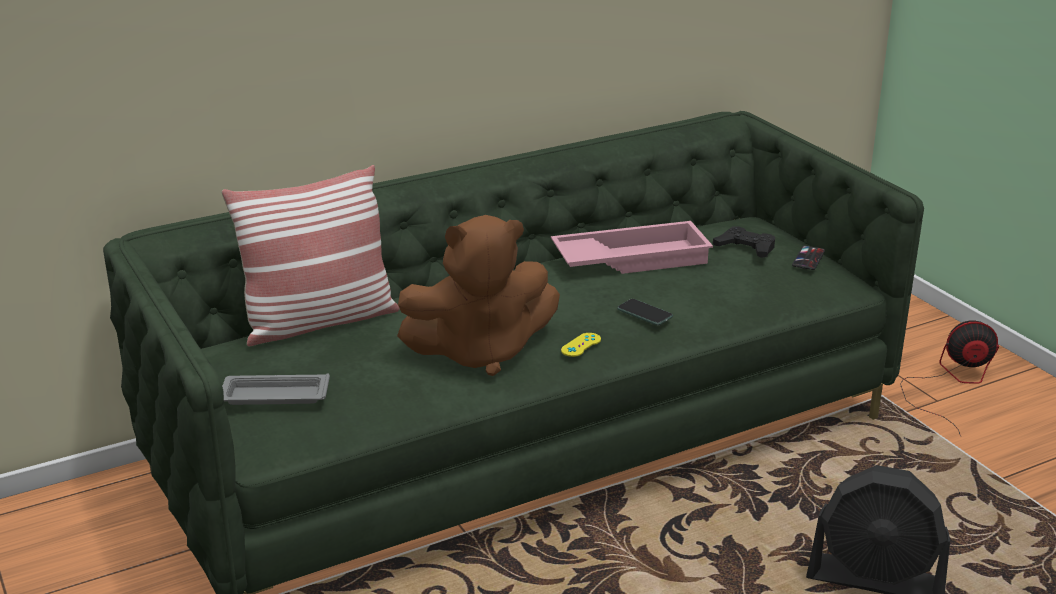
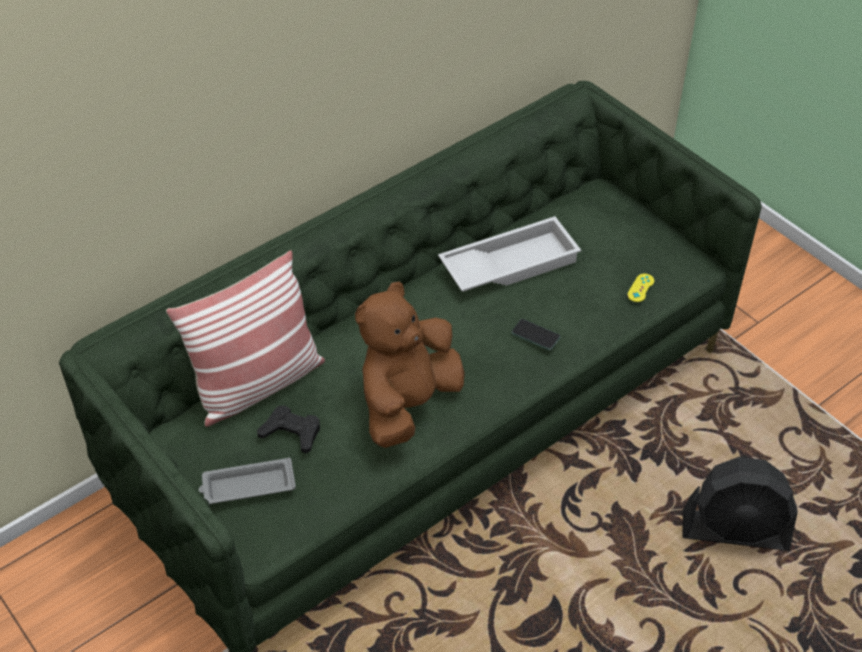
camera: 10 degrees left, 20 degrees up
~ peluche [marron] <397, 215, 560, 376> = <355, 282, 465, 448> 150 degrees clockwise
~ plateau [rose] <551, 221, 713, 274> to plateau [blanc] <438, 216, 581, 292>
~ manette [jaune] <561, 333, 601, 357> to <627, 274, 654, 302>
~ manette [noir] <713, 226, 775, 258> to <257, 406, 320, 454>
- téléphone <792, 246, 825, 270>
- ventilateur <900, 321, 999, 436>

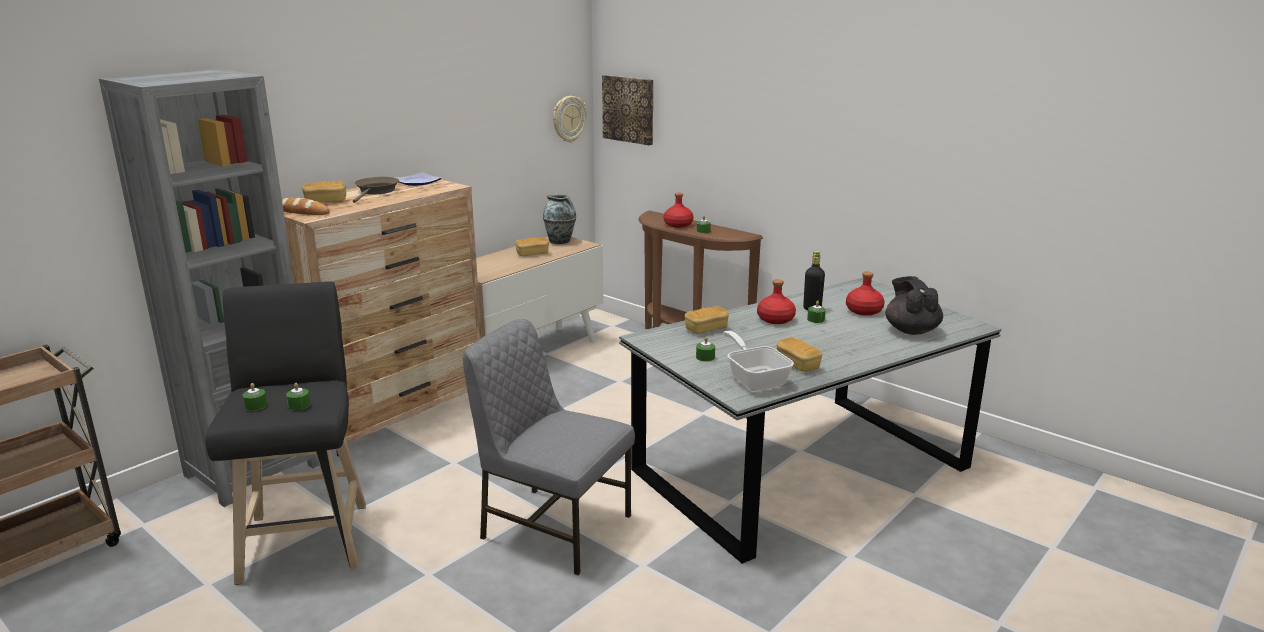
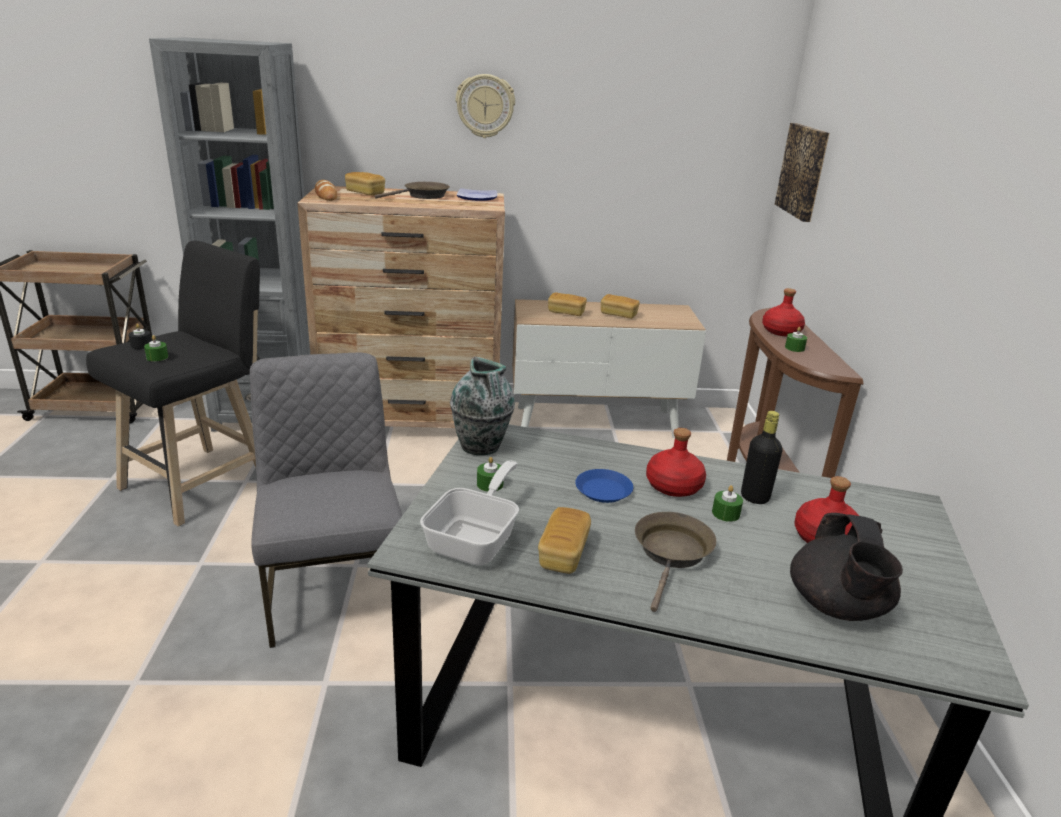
camera: 45 degrees right, 5 degrees up
~ bougie [vert] <242, 383, 267, 411> to bougie [noir] <128, 324, 151, 349>
~ vase <543, 194, 576, 244> to <450, 356, 515, 455>
~ horloge murale <553, 96, 587, 143> to <456, 74, 515, 138>
~ pain <685, 306, 729, 334> to <548, 292, 587, 316>
~ théière [noir] <885, 276, 943, 335> = <790, 513, 903, 621> 150 degrees clockwise
+ assiette [bleu] <575, 469, 633, 503>
+ poêle [marron] <635, 512, 716, 612>

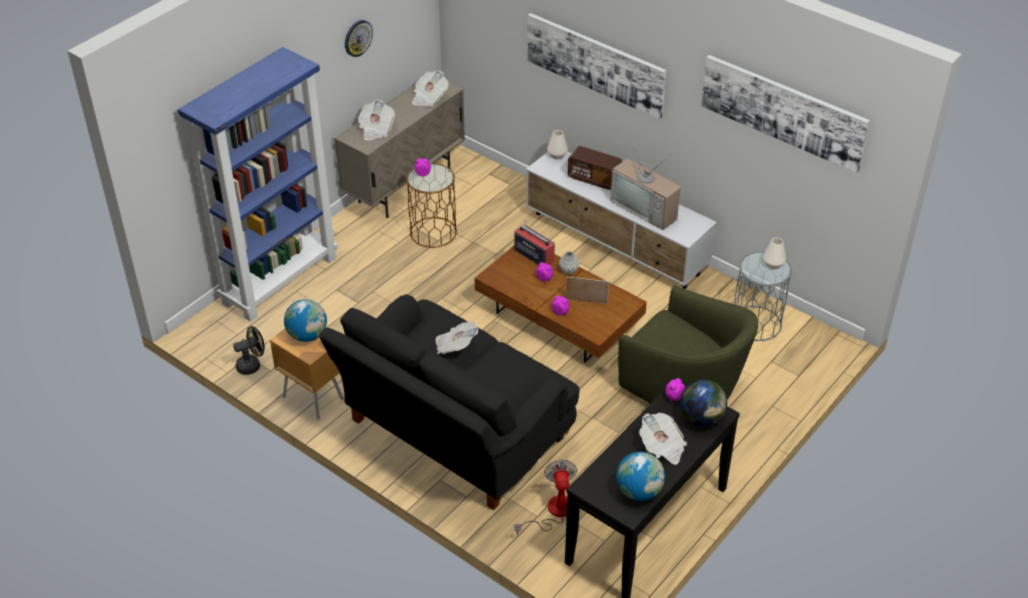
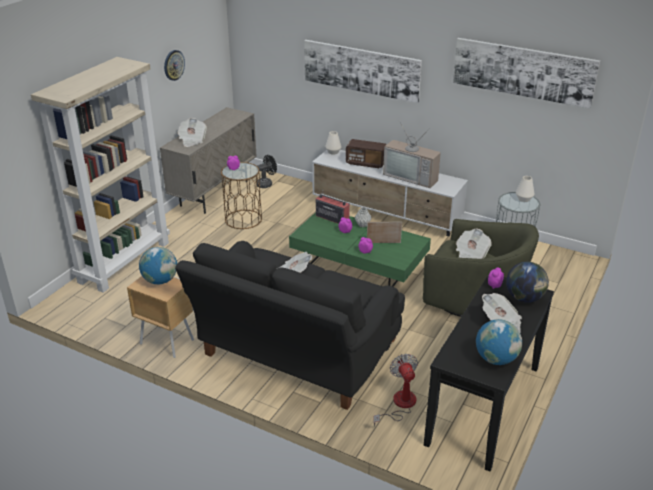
camera: 10 degrees left, 10 degrees down
~ bibliothèque [bleu] <178, 47, 338, 322> to bibliothèque [beige] <31, 57, 170, 293>
~ ventilateur [noir] <233, 326, 265, 375> to <257, 155, 277, 188>
~ journal <412, 70, 449, 107> to <456, 229, 492, 259>
~ table basse [marron] <475, 245, 647, 362> to table basse [vert] <289, 212, 431, 287>

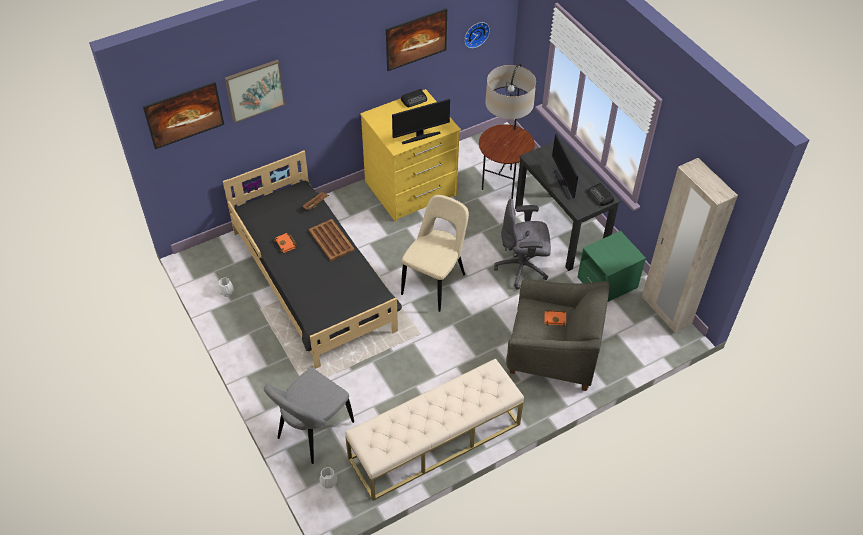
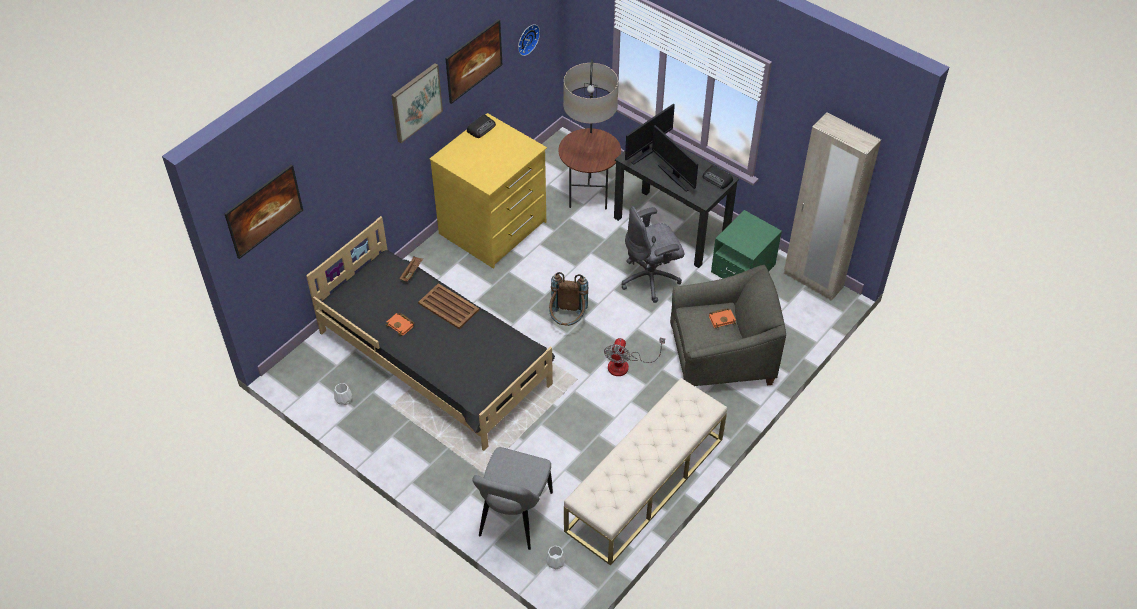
camera: 20 degrees left, 0 degrees up
~ tableau <225, 60, 285, 123> to <391, 63, 443, 143>
~ écran d'ordinateur <392, 99, 450, 144> to <625, 104, 675, 165>
~ chaise [beige] <401, 195, 469, 312> to sac à dos [marron] <549, 272, 588, 326>
+ ventilateur <604, 338, 665, 376>

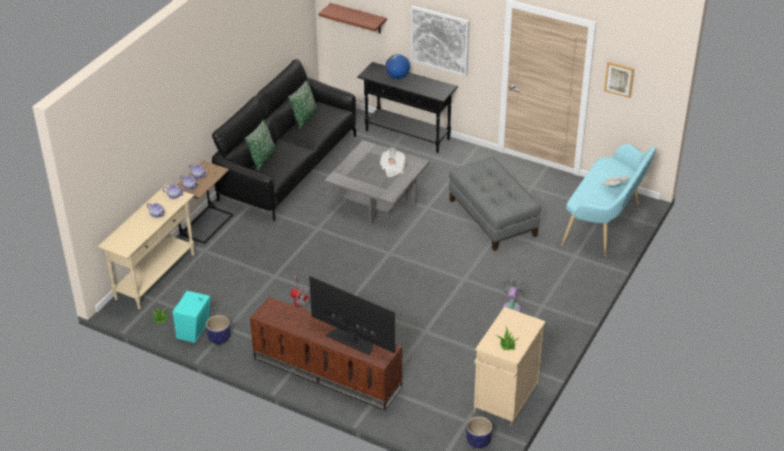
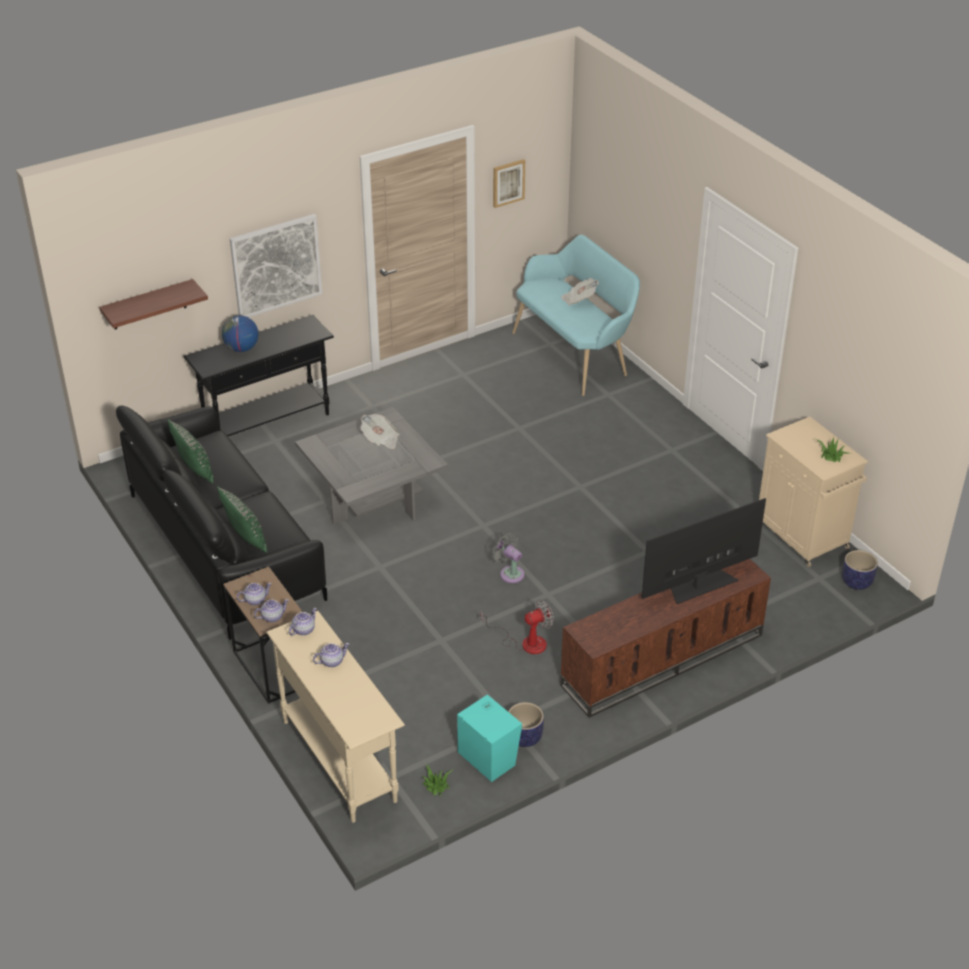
camera: 60 degrees left, 0 degrees up
- pouf [gris] <449, 157, 540, 251>
~ ventilateur [gris] <503, 278, 526, 312> to <492, 533, 525, 583>

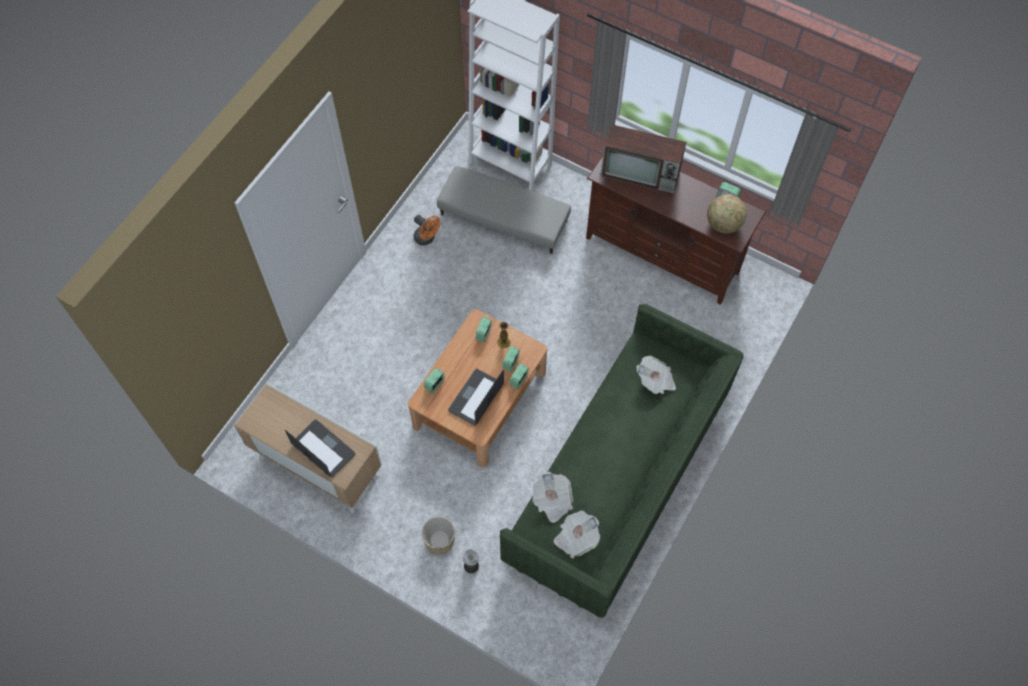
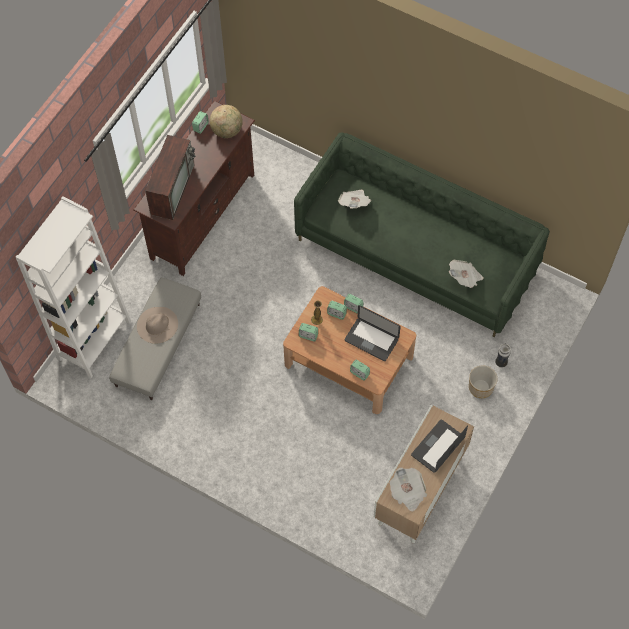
camera: 90 degrees left, 0 degrees up
- ventilateur [orange] <414, 215, 441, 245>
~ journal <554, 511, 600, 559> to <390, 467, 427, 512>
+ chapeau [beige] <137, 307, 178, 344>

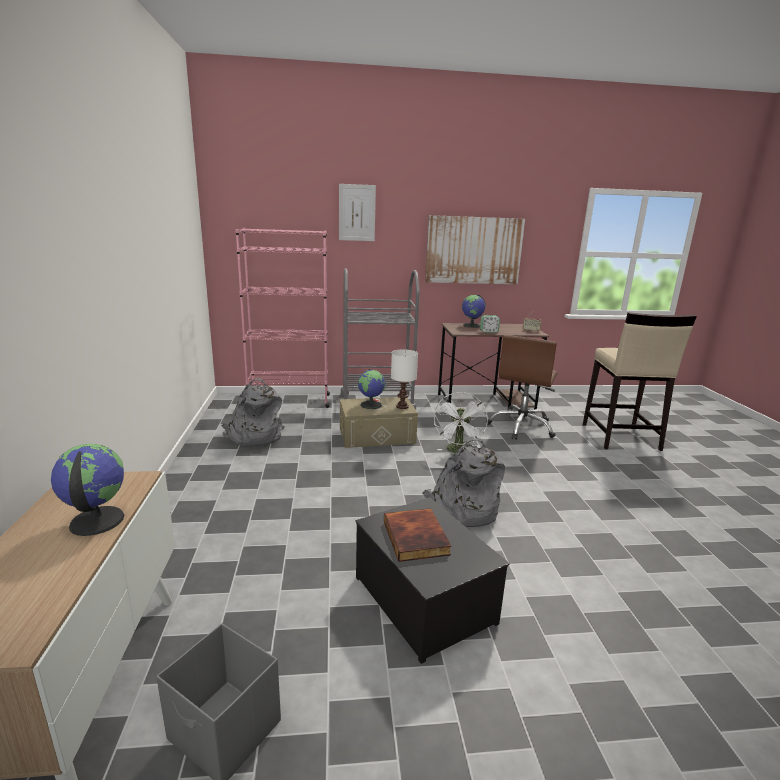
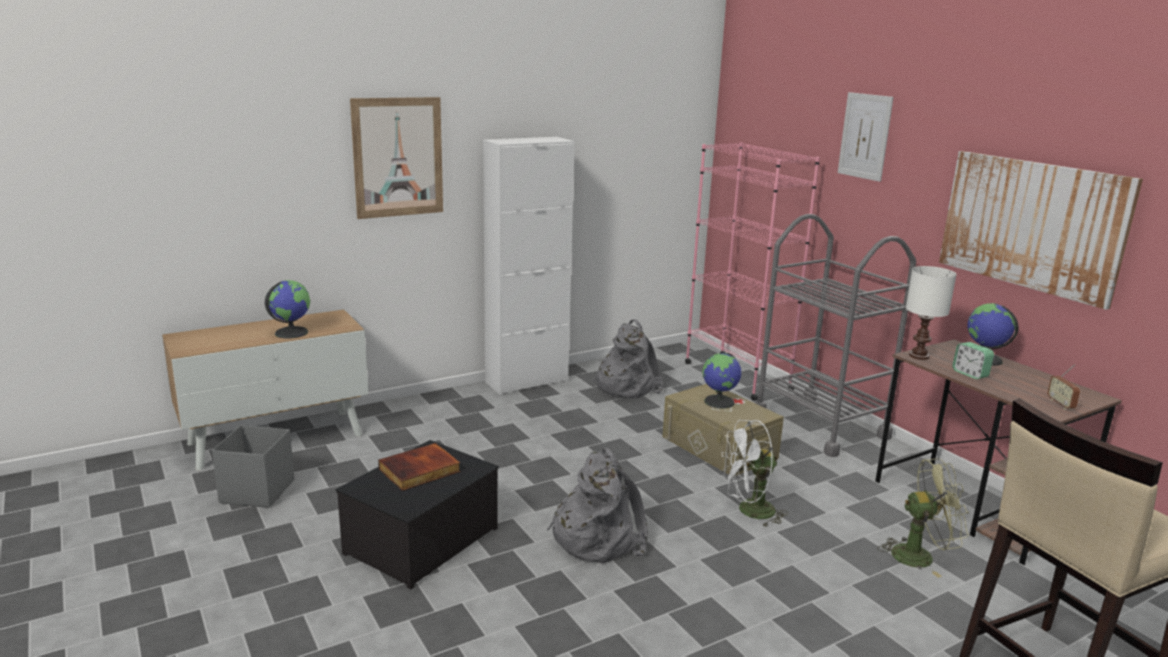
camera: 65 degrees right, 0 degrees up
~ lampe de table [blanc] <391, 349, 418, 409> to <906, 266, 957, 360>
~ chaise de bureau [marron] <486, 335, 557, 440> to ventilateur [vert] <877, 458, 969, 578>
+ tableau <350, 97, 443, 219>
+ meuble de rangement [blanc] <483, 137, 575, 395>

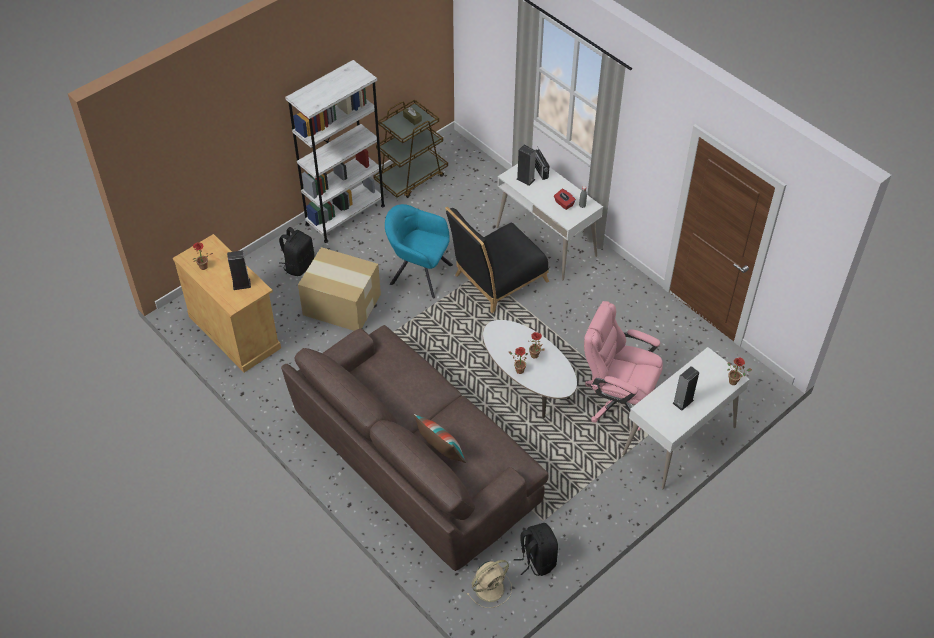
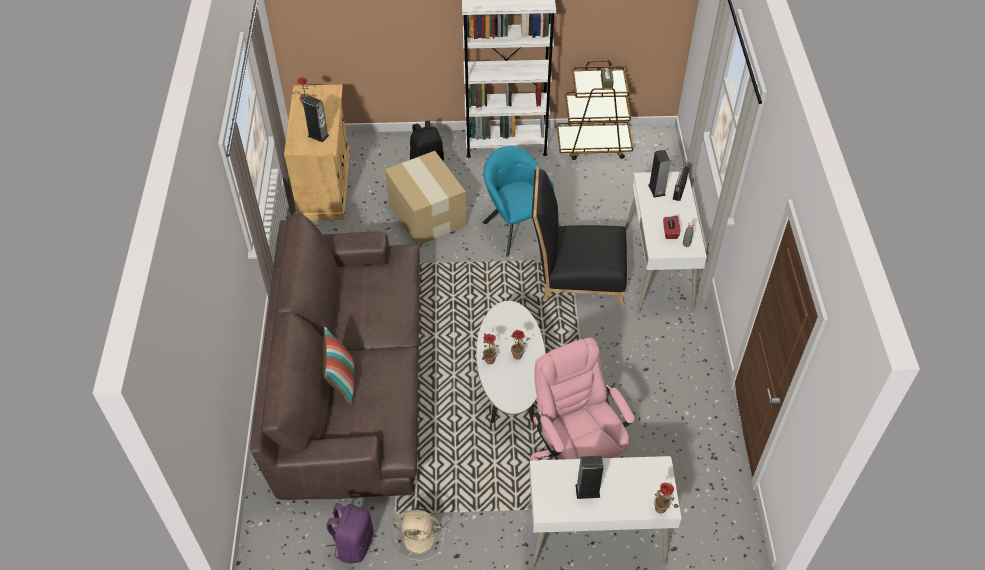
camera: 40 degrees right, 0 degrees up
~ ventilateur [beige] <467, 560, 512, 608> to <393, 508, 444, 561>
~ sac à dos [noir] <514, 523, 558, 576> to sac à dos [violet] <326, 503, 374, 564>

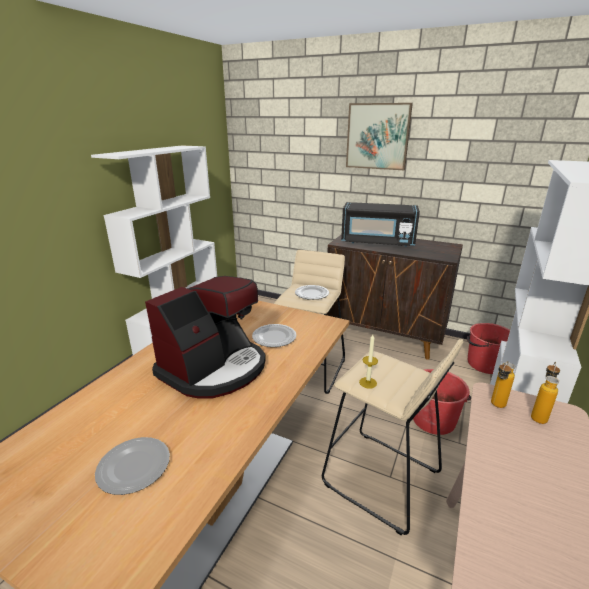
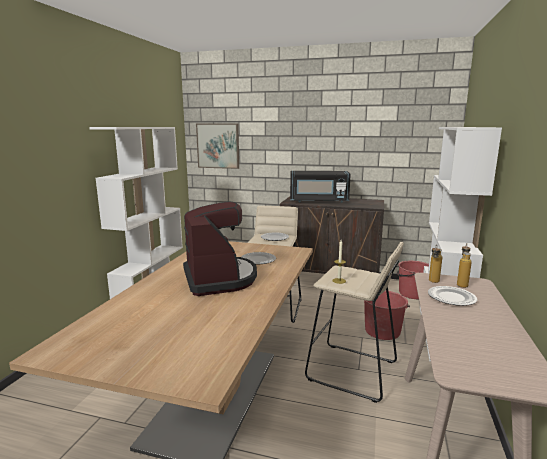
camera: 10 degrees left, 10 degrees down
~ assiette <95, 437, 170, 495> to <428, 286, 477, 306>
~ machine à café <145, 276, 266, 399> = <183, 202, 257, 296> 45 degrees counterclockwise
~ tableau <346, 103, 413, 170> to <196, 123, 239, 169>

